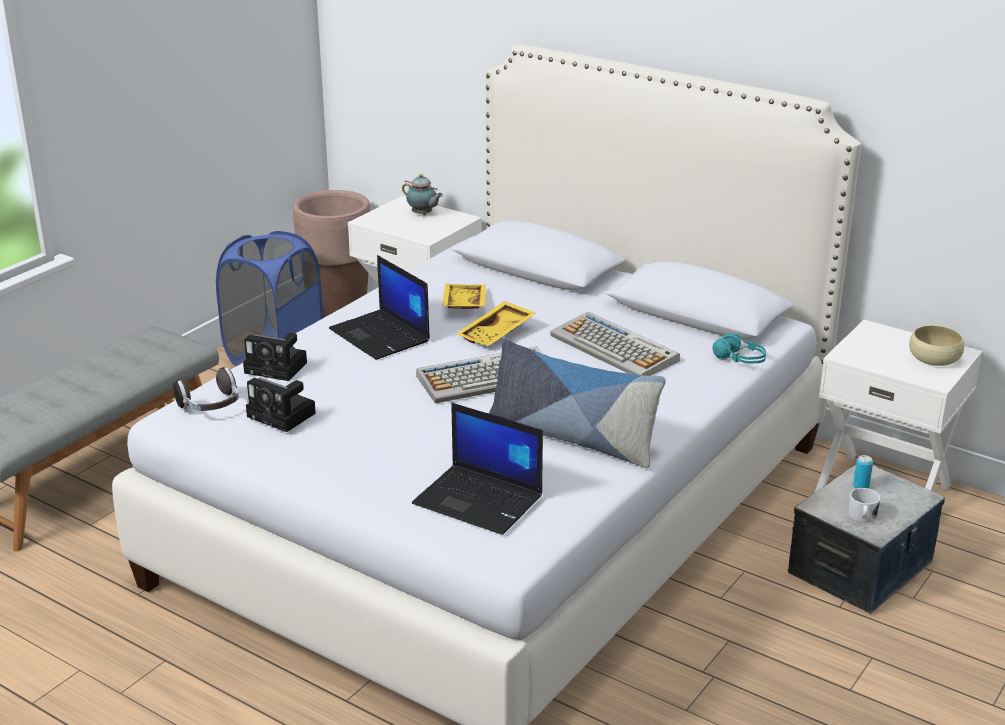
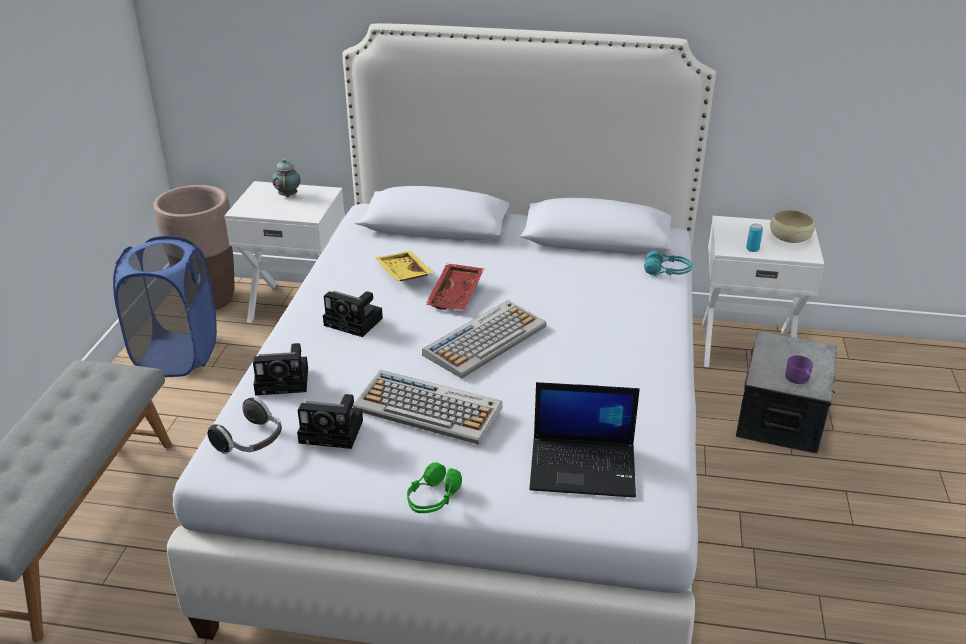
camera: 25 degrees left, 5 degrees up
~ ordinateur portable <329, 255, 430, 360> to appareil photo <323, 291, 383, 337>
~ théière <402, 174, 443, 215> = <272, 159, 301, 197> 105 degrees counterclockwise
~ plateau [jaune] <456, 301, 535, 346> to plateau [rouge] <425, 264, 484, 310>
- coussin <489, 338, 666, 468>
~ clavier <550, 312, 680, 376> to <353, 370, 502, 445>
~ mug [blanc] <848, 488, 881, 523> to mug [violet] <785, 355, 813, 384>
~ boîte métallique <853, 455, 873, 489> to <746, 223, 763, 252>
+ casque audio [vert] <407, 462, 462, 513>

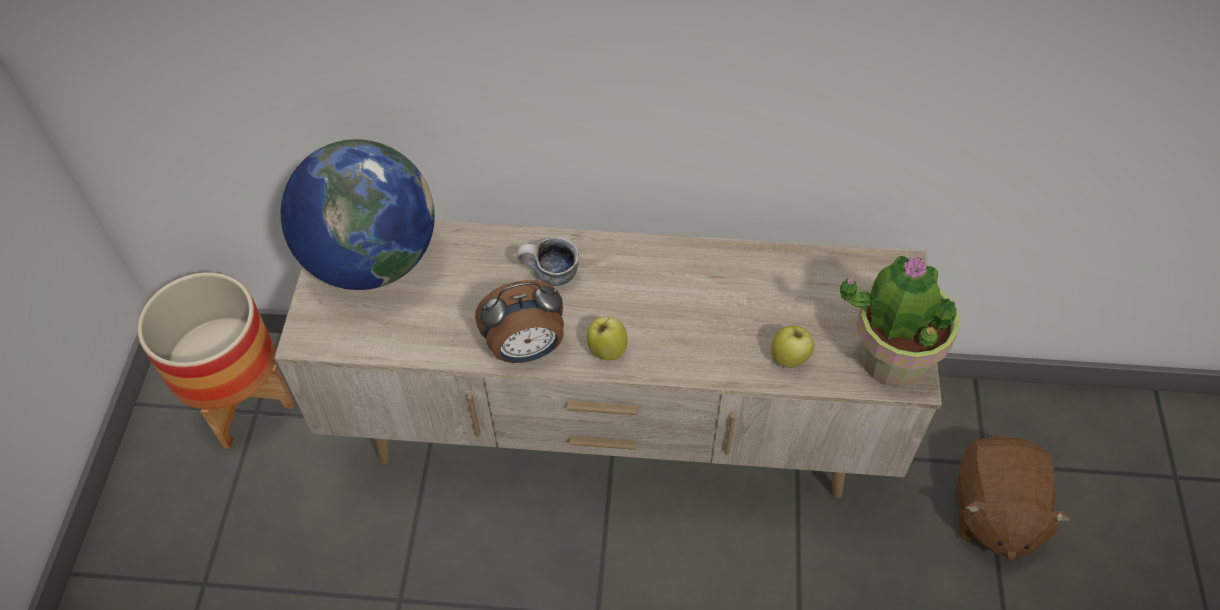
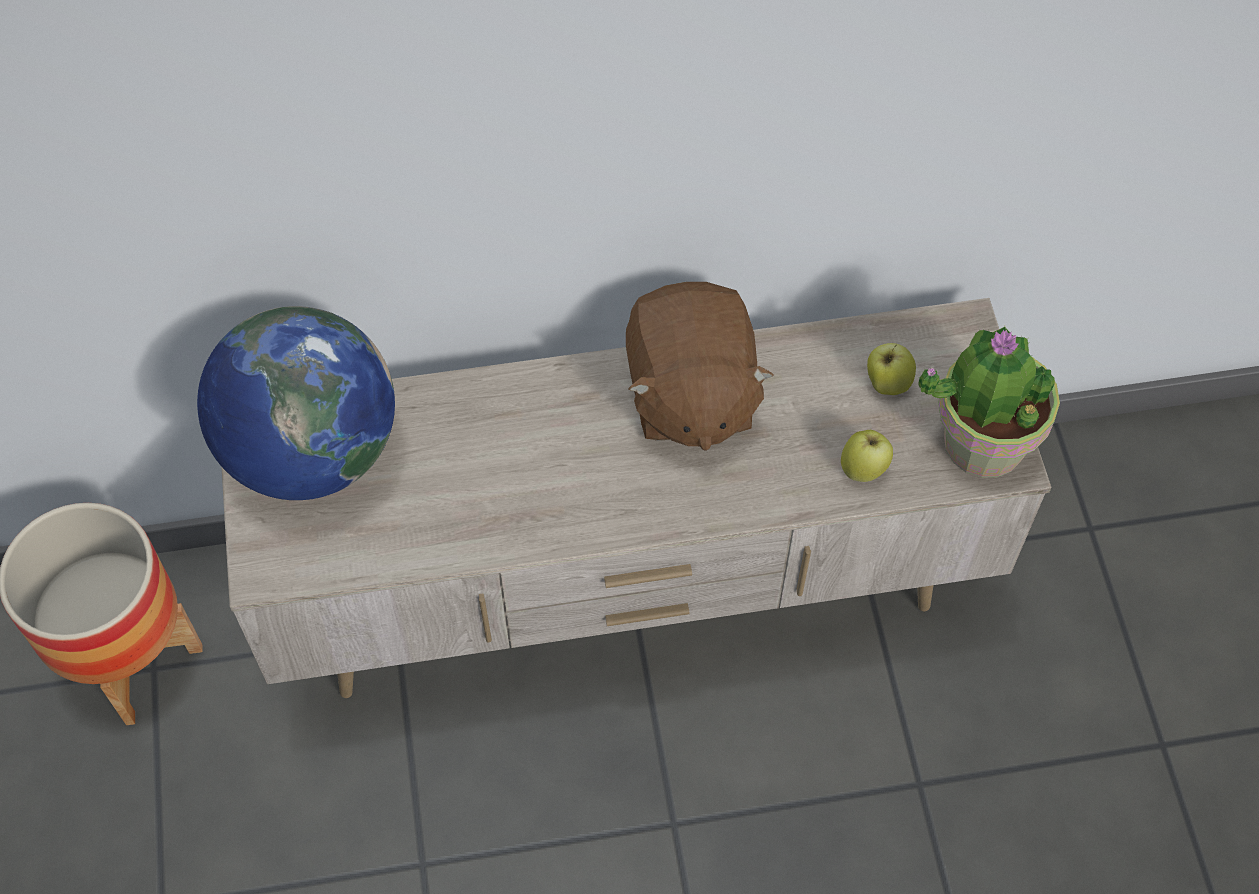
camera: 15 degrees left, 5 degrees up
- réveil <475, 280, 564, 363>
- mug <517, 237, 579, 286>
~ pomme <587, 316, 628, 360> to <867, 343, 916, 395>
~ peluche [marron] <957, 436, 1071, 561> to <626, 282, 774, 451>

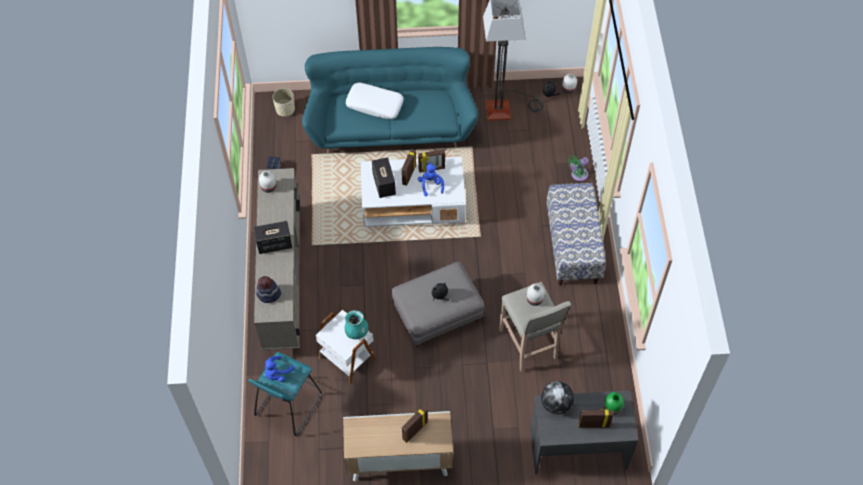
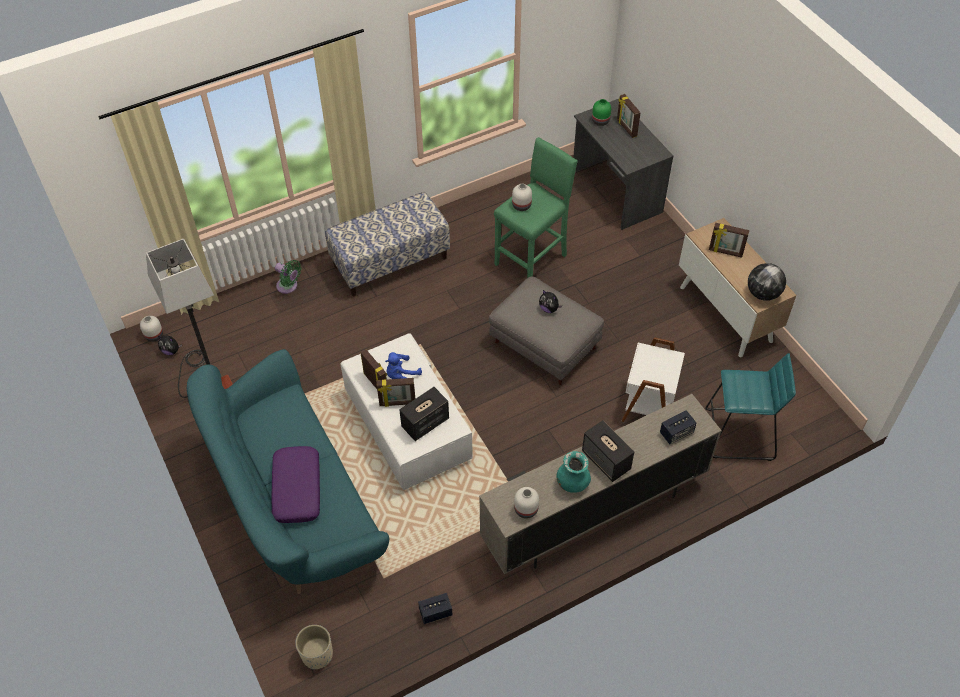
camera: 115 degrees left, 5 degrees down
~ chapeau <256, 276, 281, 303> to enceinte <660, 410, 696, 444>
- peluche [bleu] <264, 355, 294, 382>
~ vase [turquoise] <344, 310, 368, 339> to <557, 451, 591, 493>
~ coussin [blanc] <346, 83, 403, 119> to coussin [violet] <272, 446, 320, 523>
~ tabouret [beige] <499, 282, 571, 372> to tabouret [vert] <494, 137, 578, 278>
~ globe <541, 381, 574, 414> to <748, 263, 786, 301>

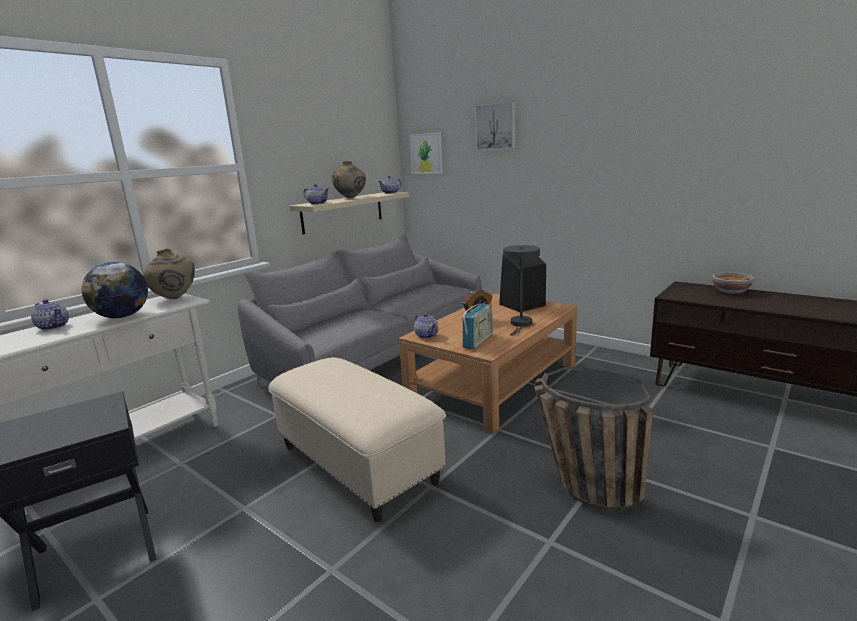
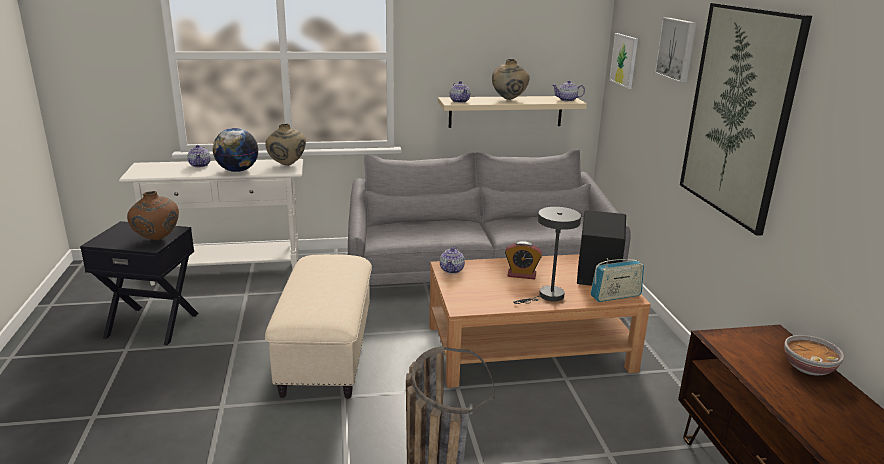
camera: 40 degrees right, 5 degrees up
~ radio <462, 303, 493, 350> to <590, 258, 644, 302>
+ vase [marron] <127, 191, 179, 240>
+ tableau <680, 3, 812, 236>

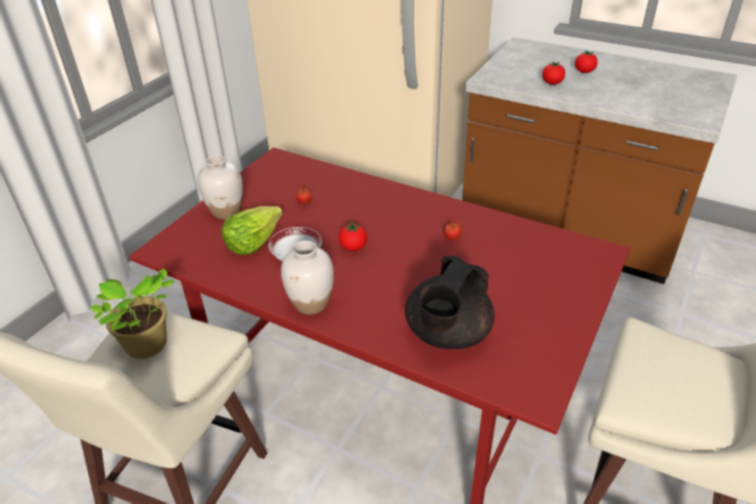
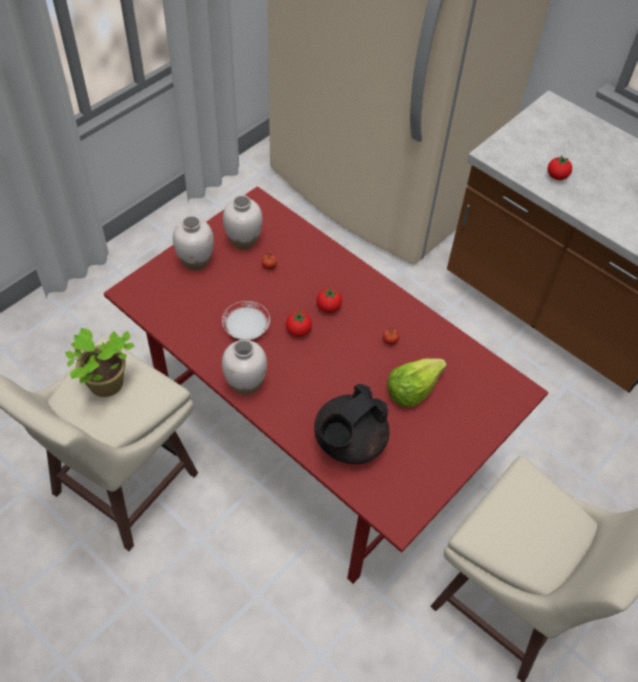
camera: 10 degrees right, 15 degrees up
~ laitue <222, 206, 283, 255> to <387, 359, 447, 407>
~ tomate <575, 50, 598, 73> to <316, 287, 342, 313>
+ vase [blanc] <223, 195, 263, 250>

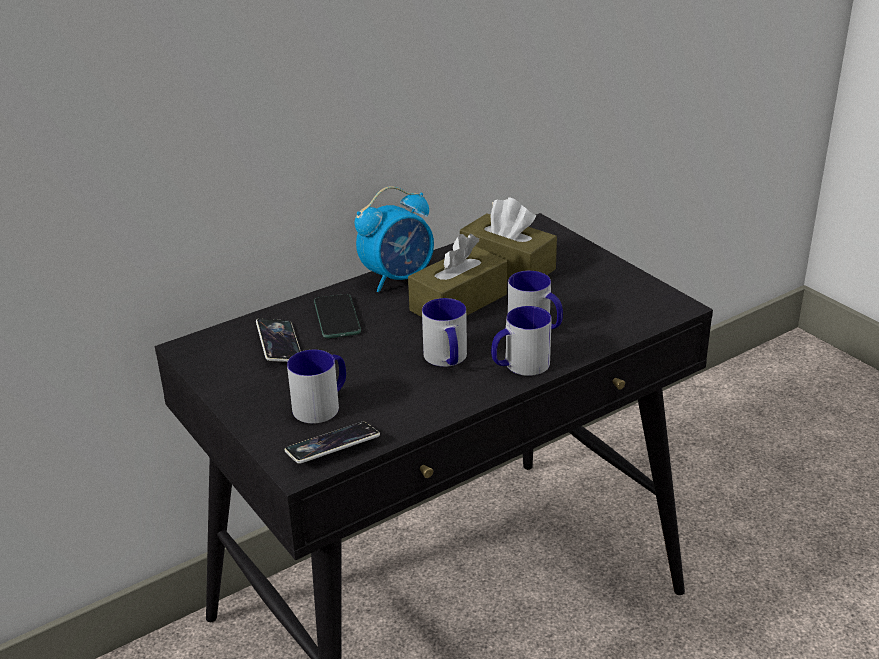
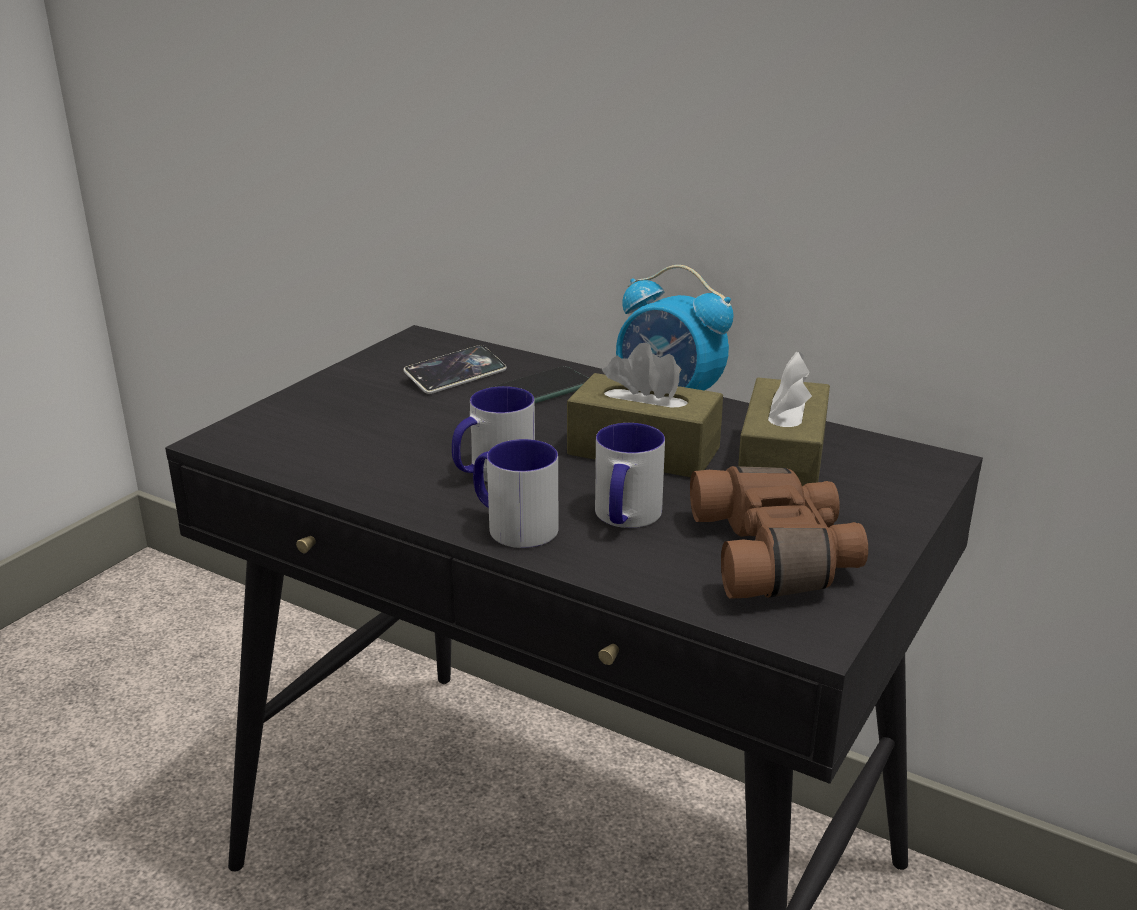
camera: 65 degrees right, 5 degrees down
- téléphone <284, 422, 380, 464>
- mug <287, 350, 346, 423>
+ jumelles [marron] <690, 466, 868, 598>

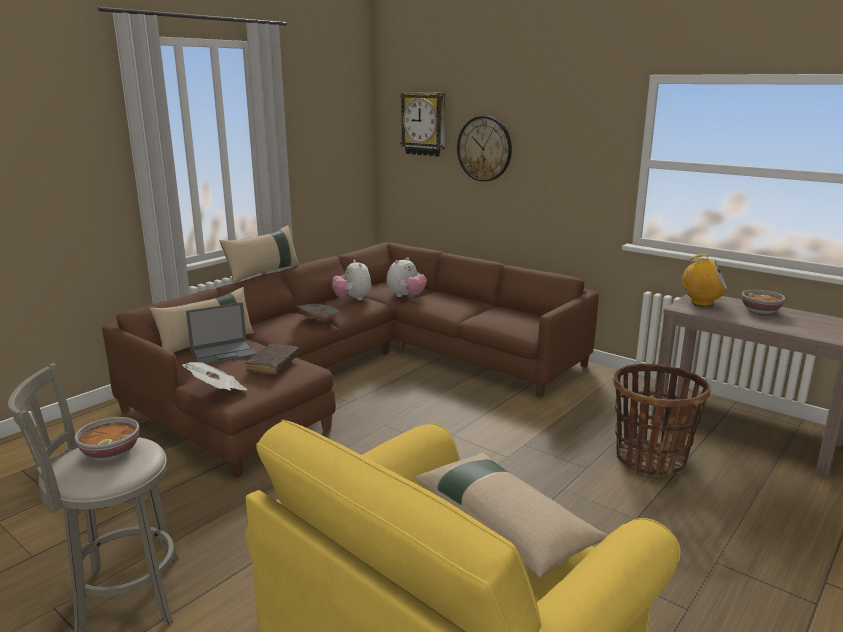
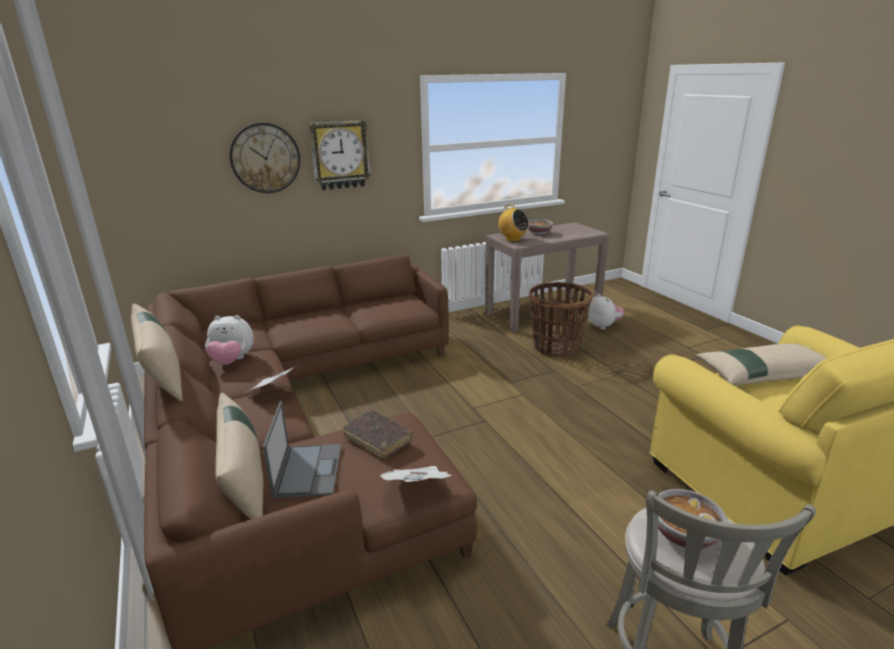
camera: 65 degrees left, 5 degrees up
~ peluche <387, 257, 427, 297> to <588, 294, 624, 330>
~ horloge murale <400, 92, 445, 157> to <309, 120, 371, 190>
~ radio <682, 254, 727, 306> = <496, 204, 529, 242> 90 degrees clockwise

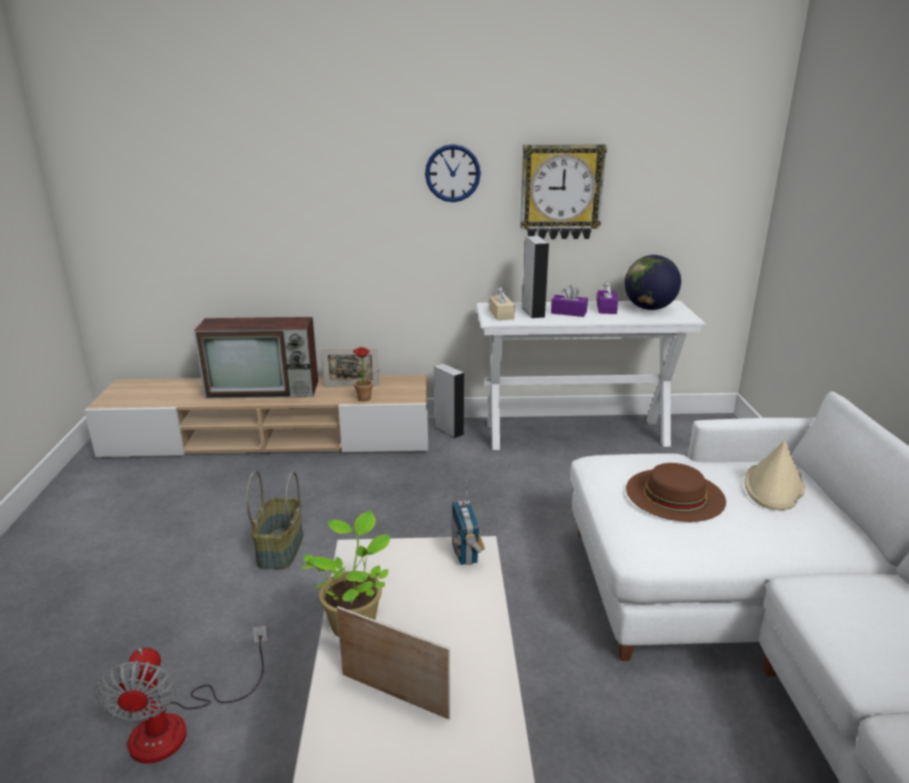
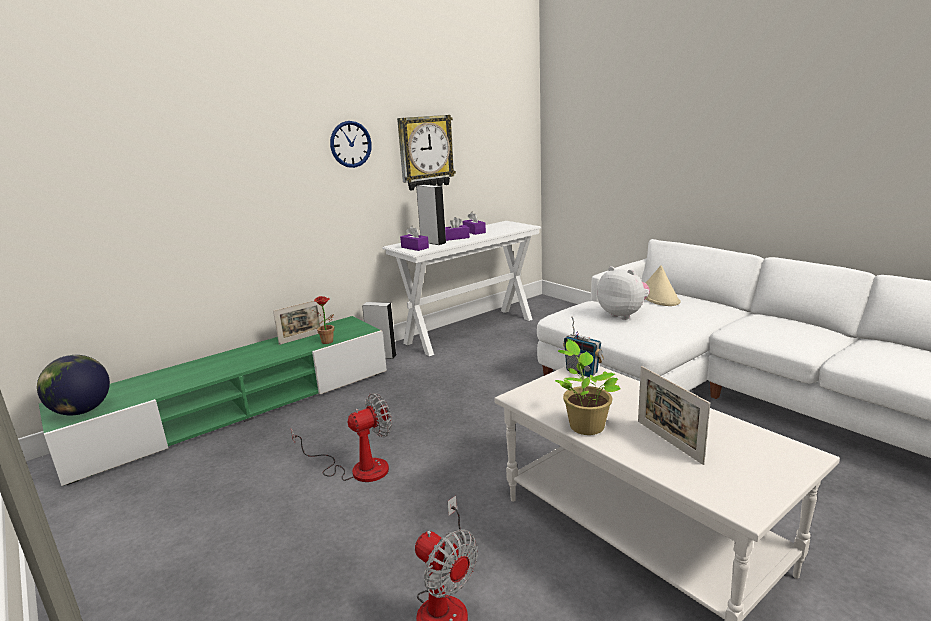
camera: 35 degrees left, 5 degrees down
~ meuble télé [beige] <84, 375, 428, 458> to meuble télé [vert] <39, 316, 387, 486>
- téléviseur <194, 317, 318, 399>
~ panier <246, 471, 303, 570> to ventilateur <291, 393, 392, 482>
~ cadre photo <337, 606, 450, 720> = <638, 366, 710, 465> 105 degrees counterclockwise
~ boîte à mouchoirs [beige] <489, 287, 515, 320> to boîte à mouchoirs [violet] <400, 226, 429, 251>
~ globe <625, 255, 681, 310> to <37, 355, 110, 415>
~ chapeau [marron] <626, 463, 726, 522> to peluche <597, 266, 650, 320>

